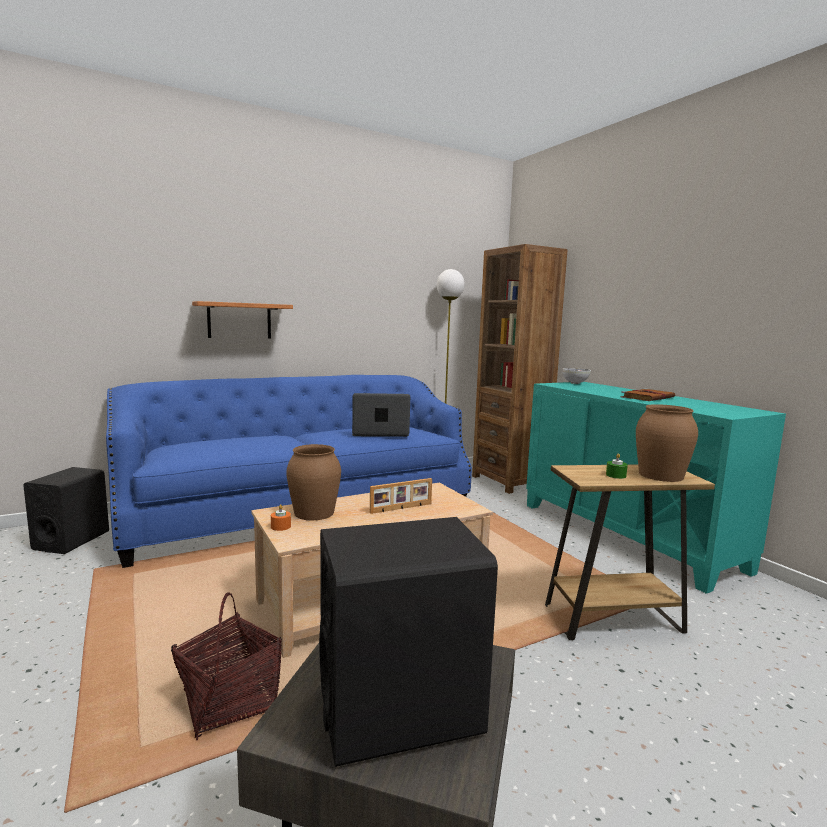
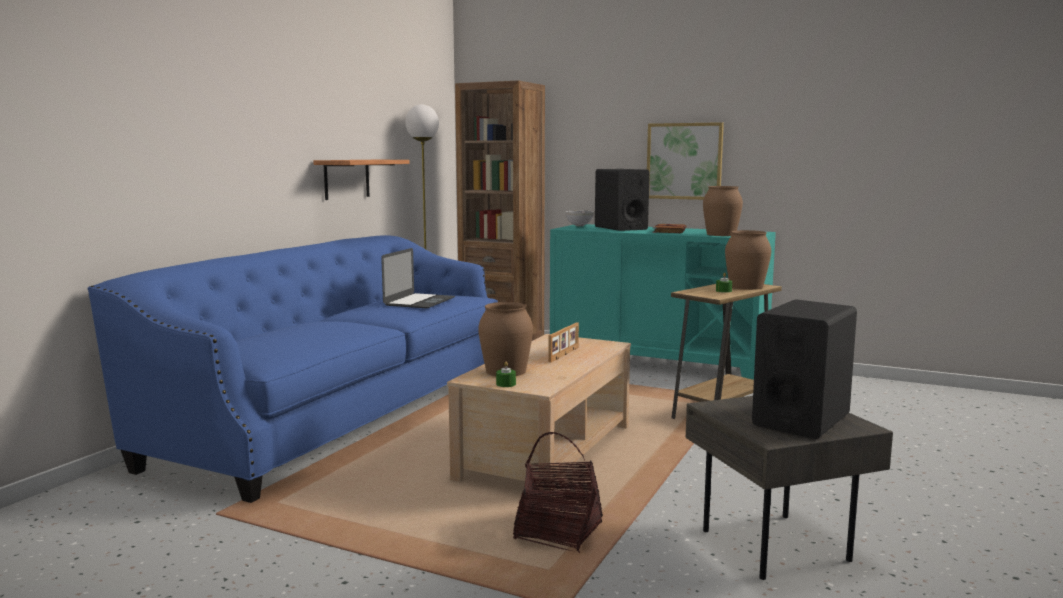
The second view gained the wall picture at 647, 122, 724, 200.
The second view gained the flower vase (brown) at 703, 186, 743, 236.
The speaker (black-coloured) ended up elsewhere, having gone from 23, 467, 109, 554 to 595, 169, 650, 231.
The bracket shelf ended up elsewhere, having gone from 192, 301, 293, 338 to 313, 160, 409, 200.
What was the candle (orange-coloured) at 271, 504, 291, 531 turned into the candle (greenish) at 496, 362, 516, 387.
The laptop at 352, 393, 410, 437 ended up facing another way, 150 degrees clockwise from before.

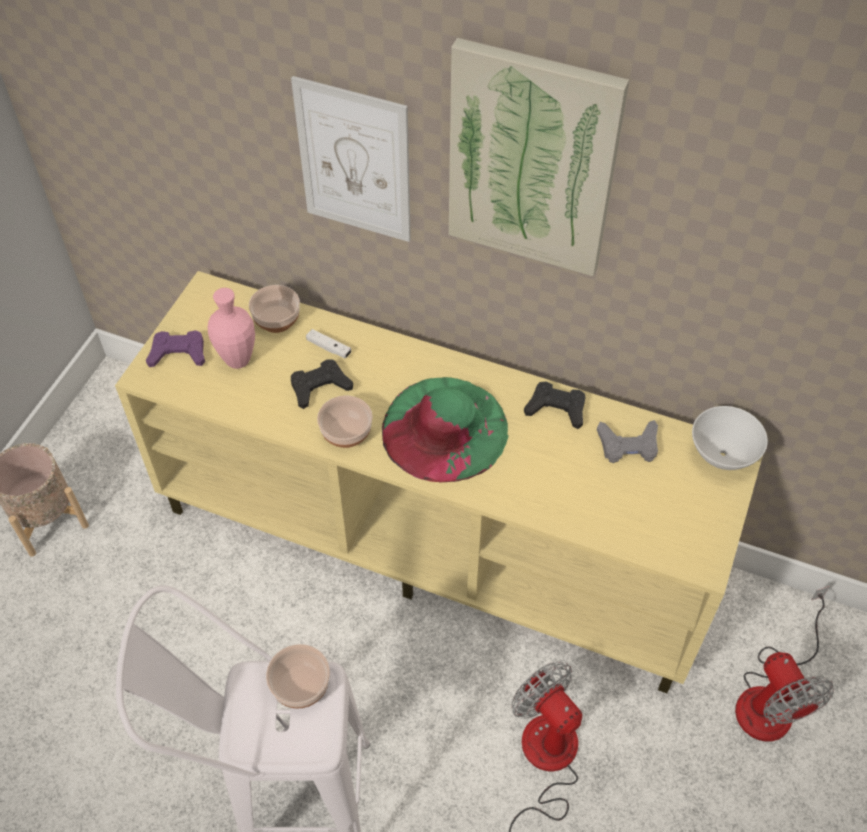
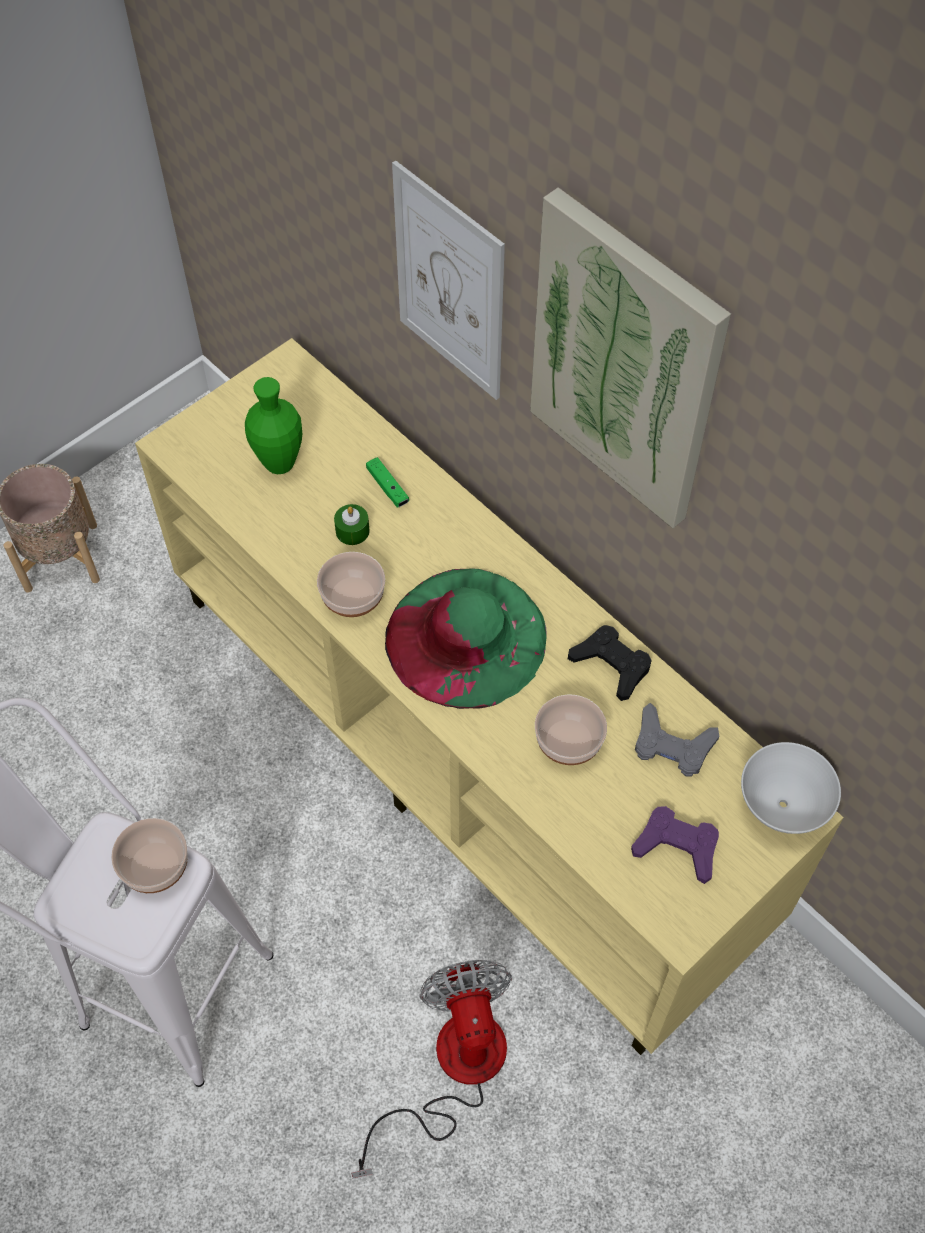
The second view lost the electric fan at 735, 586, 834, 742.
The gamepad (purple-coloured) ended up elsewhere, having gone from 146, 330, 205, 367 to 631, 806, 719, 884.
The serving bowl ended up elsewhere, having gone from 249, 285, 300, 333 to 535, 694, 607, 765.
Where the gamepad (black-coloured) stood at 291, 360, 353, 409, the candle (greenish) came to stand at 334, 504, 370, 545.
What was the flower vase (pink-coloured) at 208, 288, 255, 369 turned into the flower vase (greenish) at 245, 377, 302, 474.
What was the gamepad (white) at 306, 329, 351, 359 turned into the gamepad (greenish) at 366, 457, 409, 507.

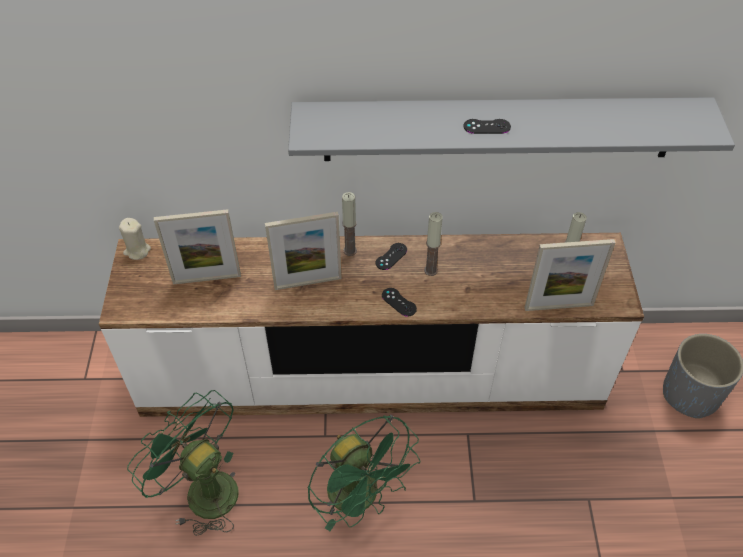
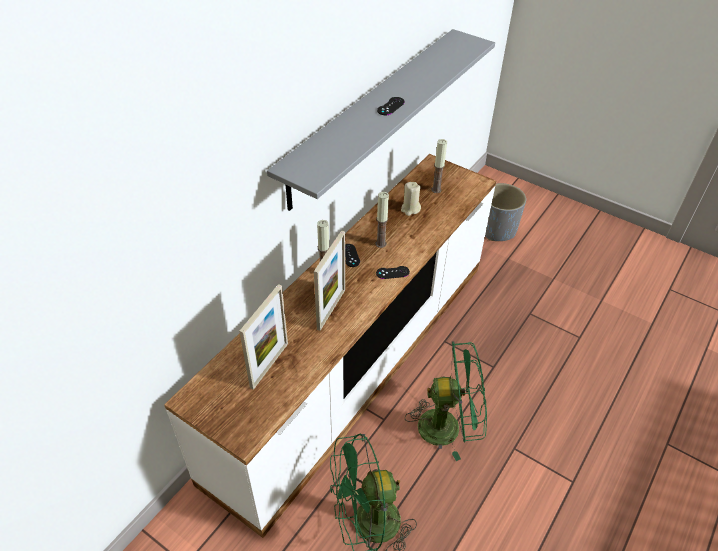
The second view lost the picture frame at 524, 239, 615, 311.
The candle (beige) ended up elsewhere, having gone from 119, 218, 151, 260 to 401, 182, 421, 216.

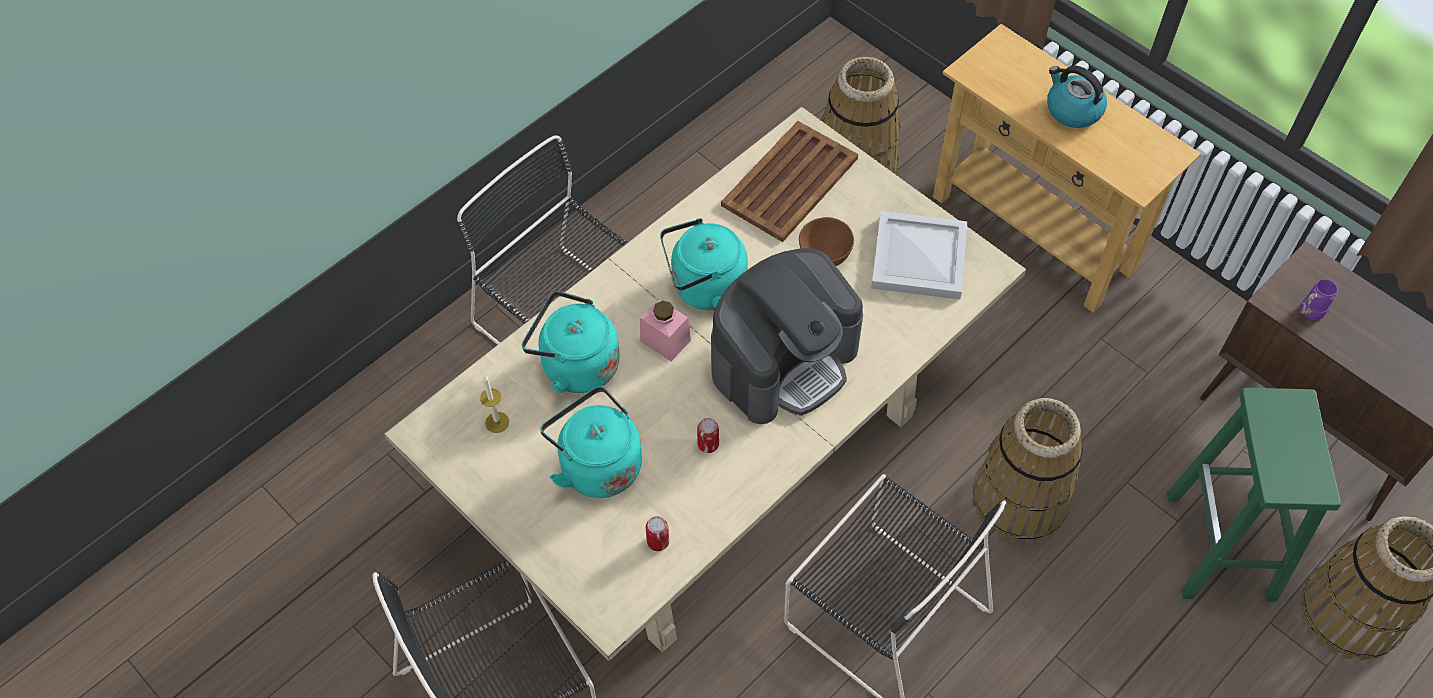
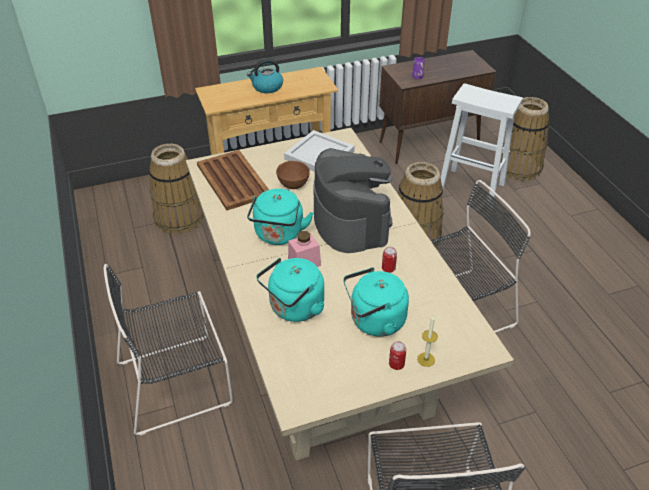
The candle ended up elsewhere, having gone from 480, 375, 509, 433 to 417, 315, 438, 367.
The metal can ended up elsewhere, having gone from 646, 516, 669, 551 to 389, 341, 406, 370.
What was the stool seat (greenish) at 1167, 388, 1341, 602 turned into the stool seat (white) at 441, 83, 523, 208.

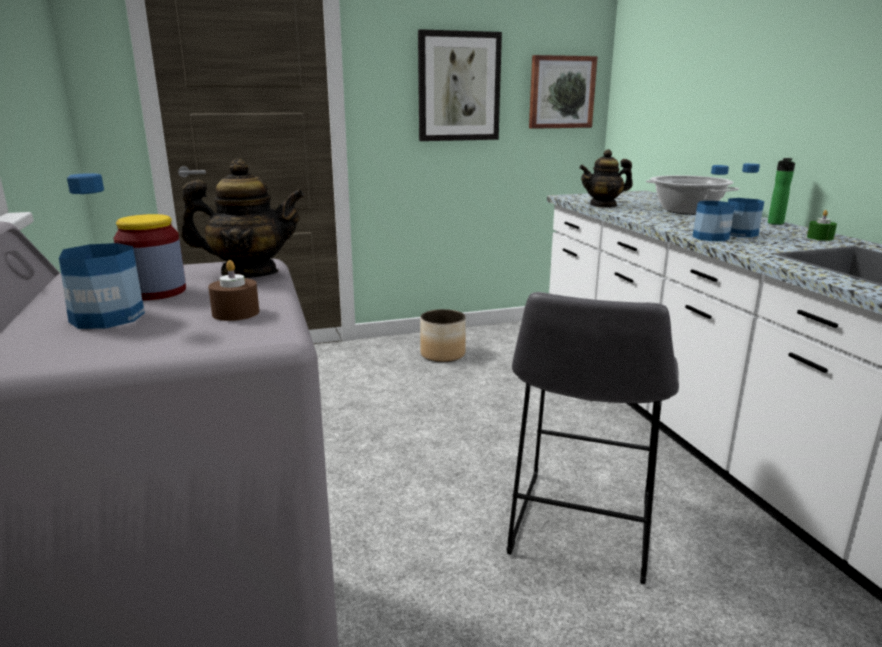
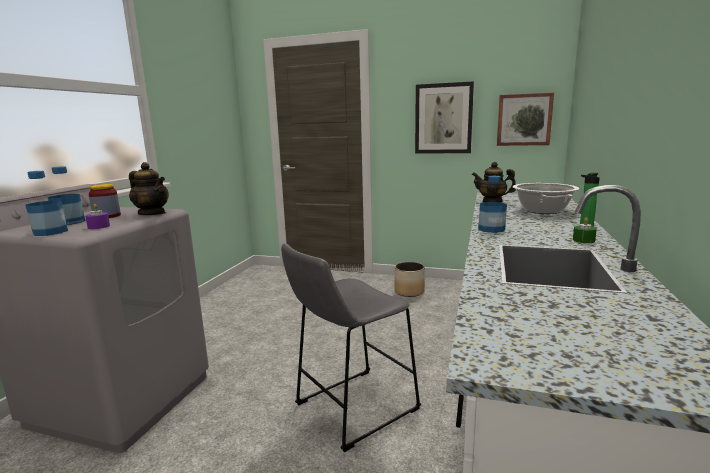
The bottle ended up elsewhere, having gone from 728, 163, 764, 237 to 25, 171, 68, 236.
What was the candle (brown) at 208, 260, 259, 321 turned into the candle (purple-coloured) at 85, 204, 110, 229.

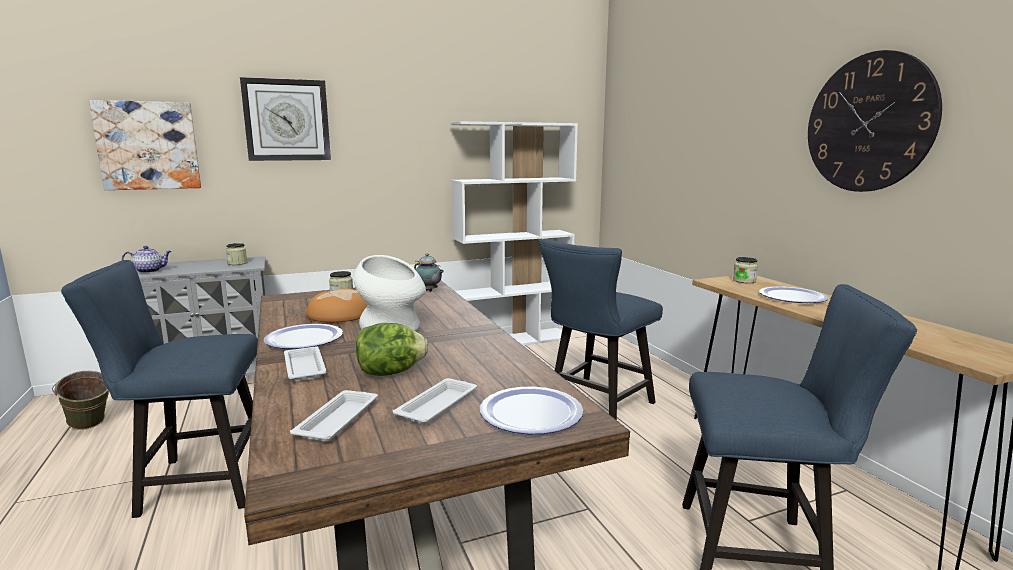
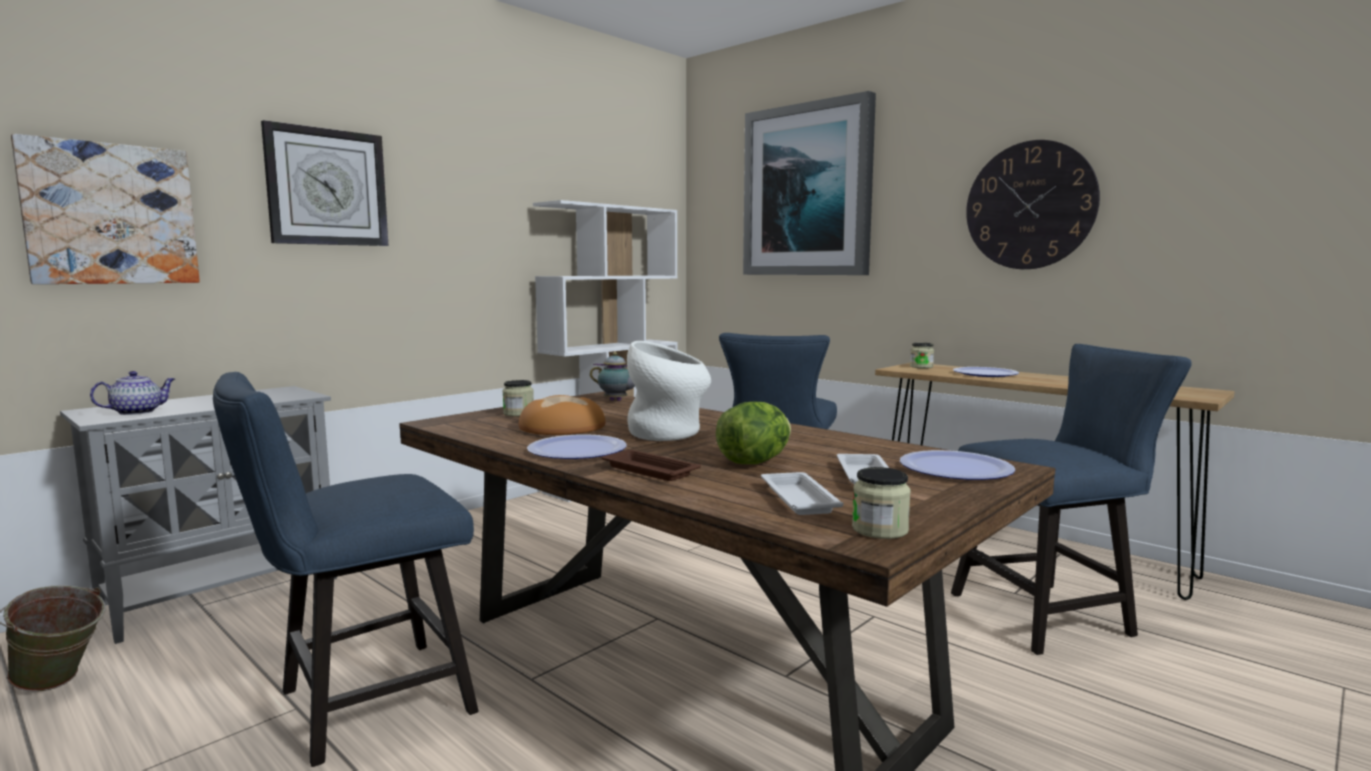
The second view gained the wall picture at 743, 91, 876, 275.
The jar ended up elsewhere, having gone from 226, 243, 247, 265 to 852, 467, 911, 539.
What was the serving tray (white) at 284, 346, 327, 382 turned into the serving tray (brown) at 601, 450, 701, 481.

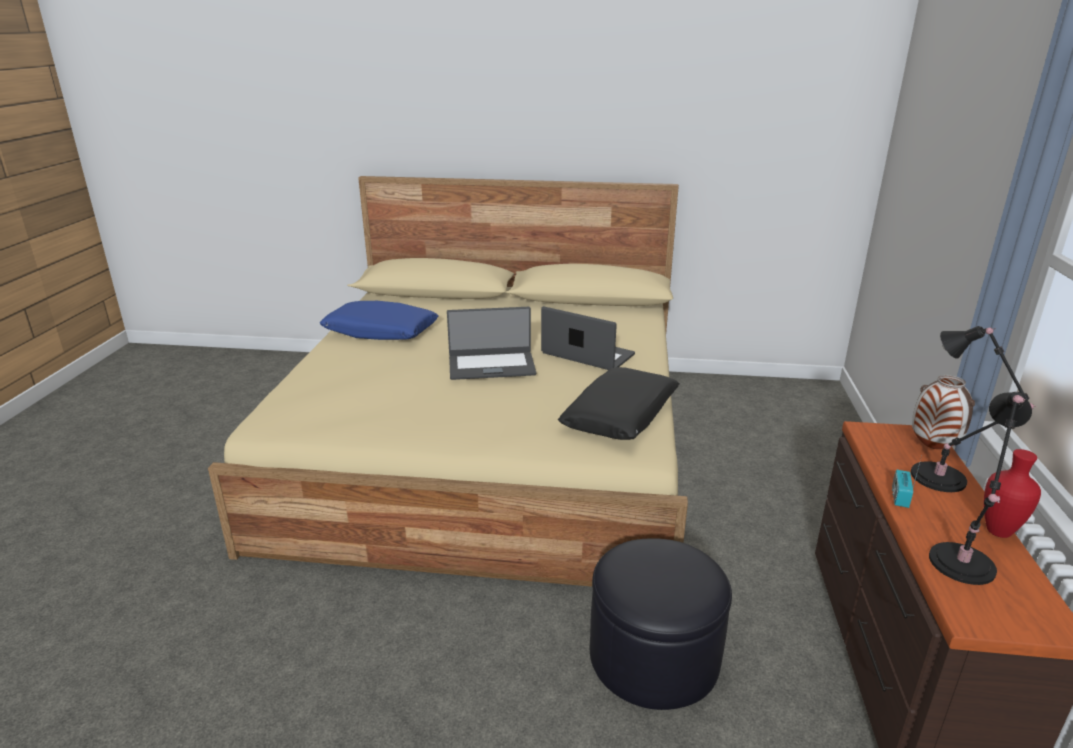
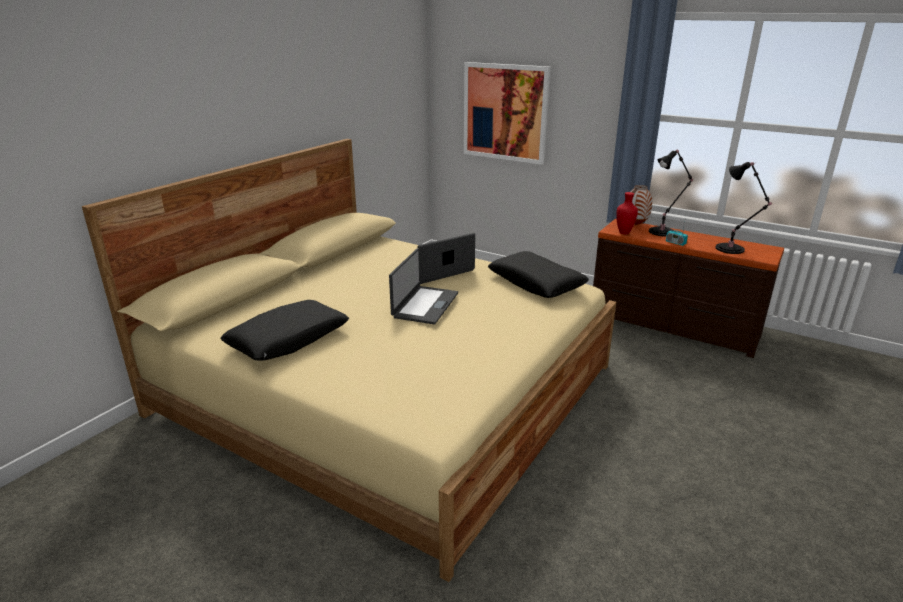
The second view lost the ottoman (black-coloured) at 590, 538, 732, 710.
The second view gained the wall picture at 464, 62, 550, 165.
The flower vase (red) ended up elsewhere, having gone from 984, 449, 1041, 538 to 616, 192, 638, 234.
What was the cushion (blue-coloured) at 320, 301, 439, 340 turned into the cushion (black-coloured) at 220, 300, 349, 361.

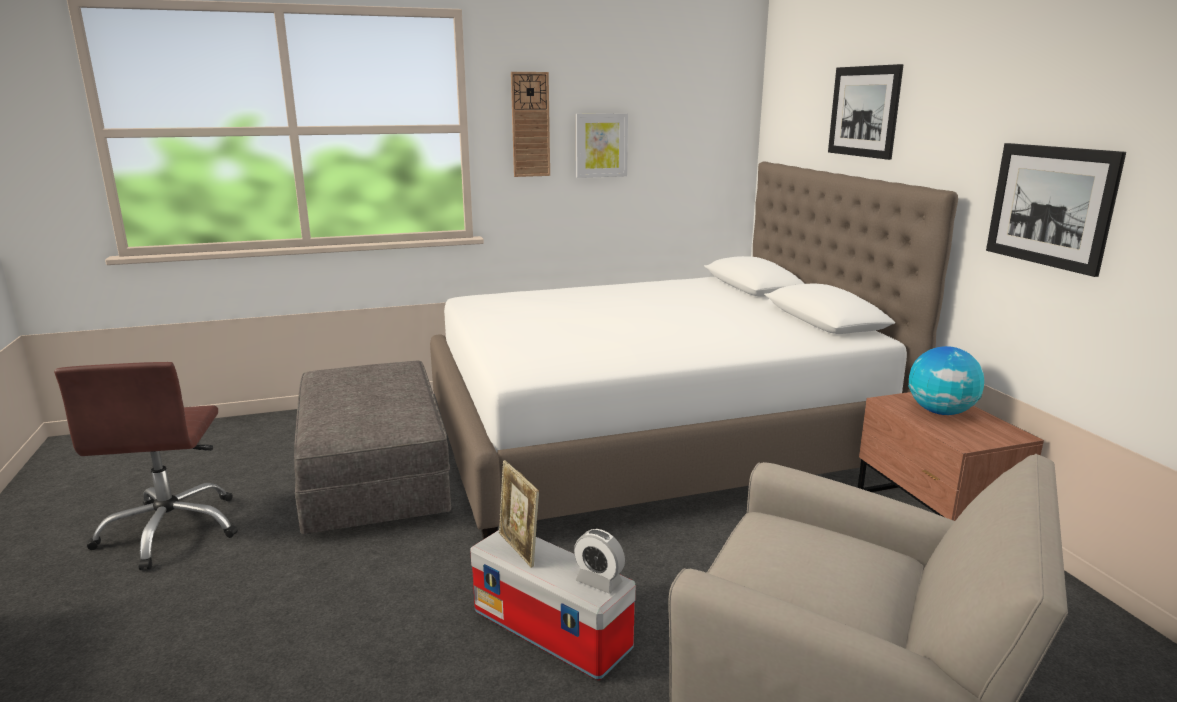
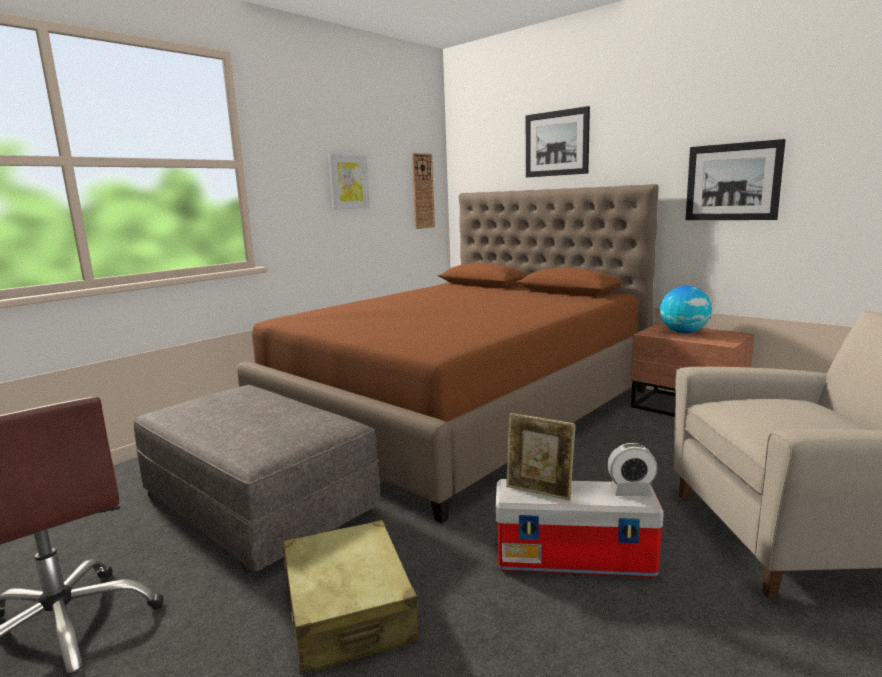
The second view gained the travel case (beige) at 283, 520, 418, 675.
The hanging clock ended up elsewhere, having gone from 511, 72, 550, 177 to 412, 153, 435, 229.
What was the sleeping bed (white) at 430, 161, 958, 539 turned into the sleeping bed (brown) at 237, 184, 659, 523.

